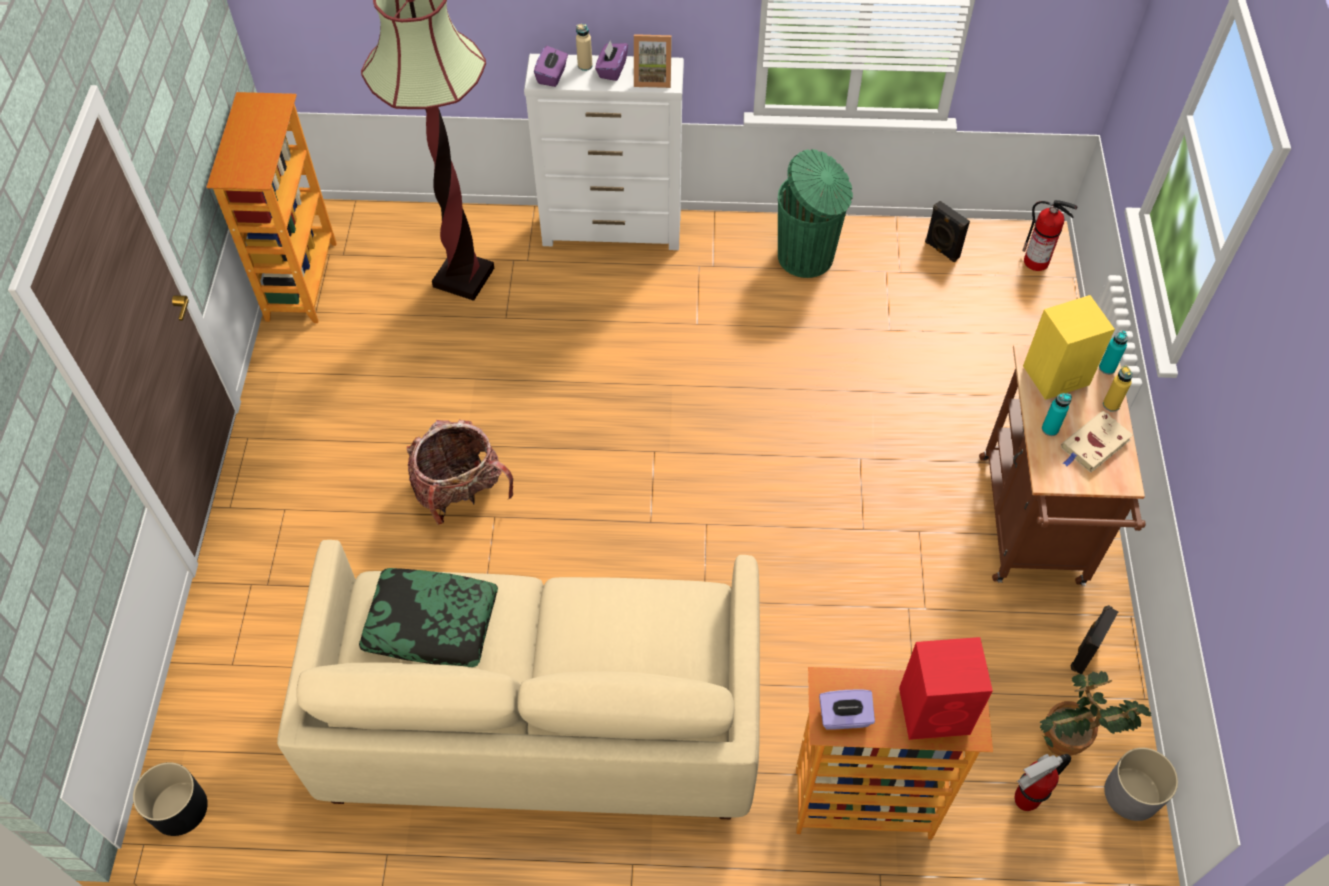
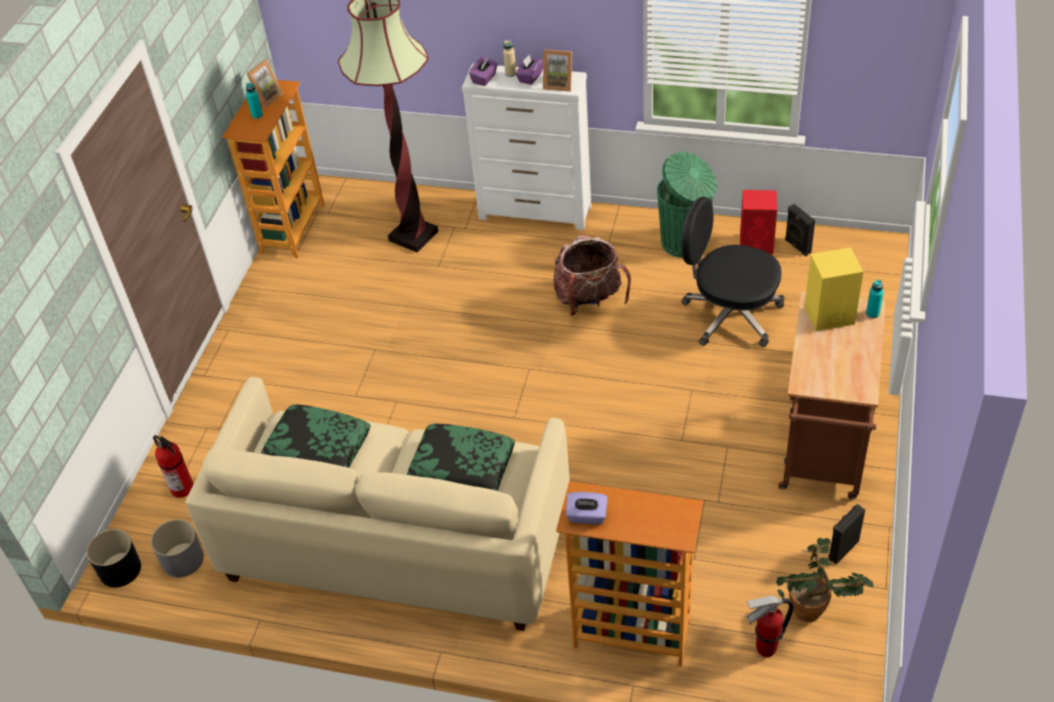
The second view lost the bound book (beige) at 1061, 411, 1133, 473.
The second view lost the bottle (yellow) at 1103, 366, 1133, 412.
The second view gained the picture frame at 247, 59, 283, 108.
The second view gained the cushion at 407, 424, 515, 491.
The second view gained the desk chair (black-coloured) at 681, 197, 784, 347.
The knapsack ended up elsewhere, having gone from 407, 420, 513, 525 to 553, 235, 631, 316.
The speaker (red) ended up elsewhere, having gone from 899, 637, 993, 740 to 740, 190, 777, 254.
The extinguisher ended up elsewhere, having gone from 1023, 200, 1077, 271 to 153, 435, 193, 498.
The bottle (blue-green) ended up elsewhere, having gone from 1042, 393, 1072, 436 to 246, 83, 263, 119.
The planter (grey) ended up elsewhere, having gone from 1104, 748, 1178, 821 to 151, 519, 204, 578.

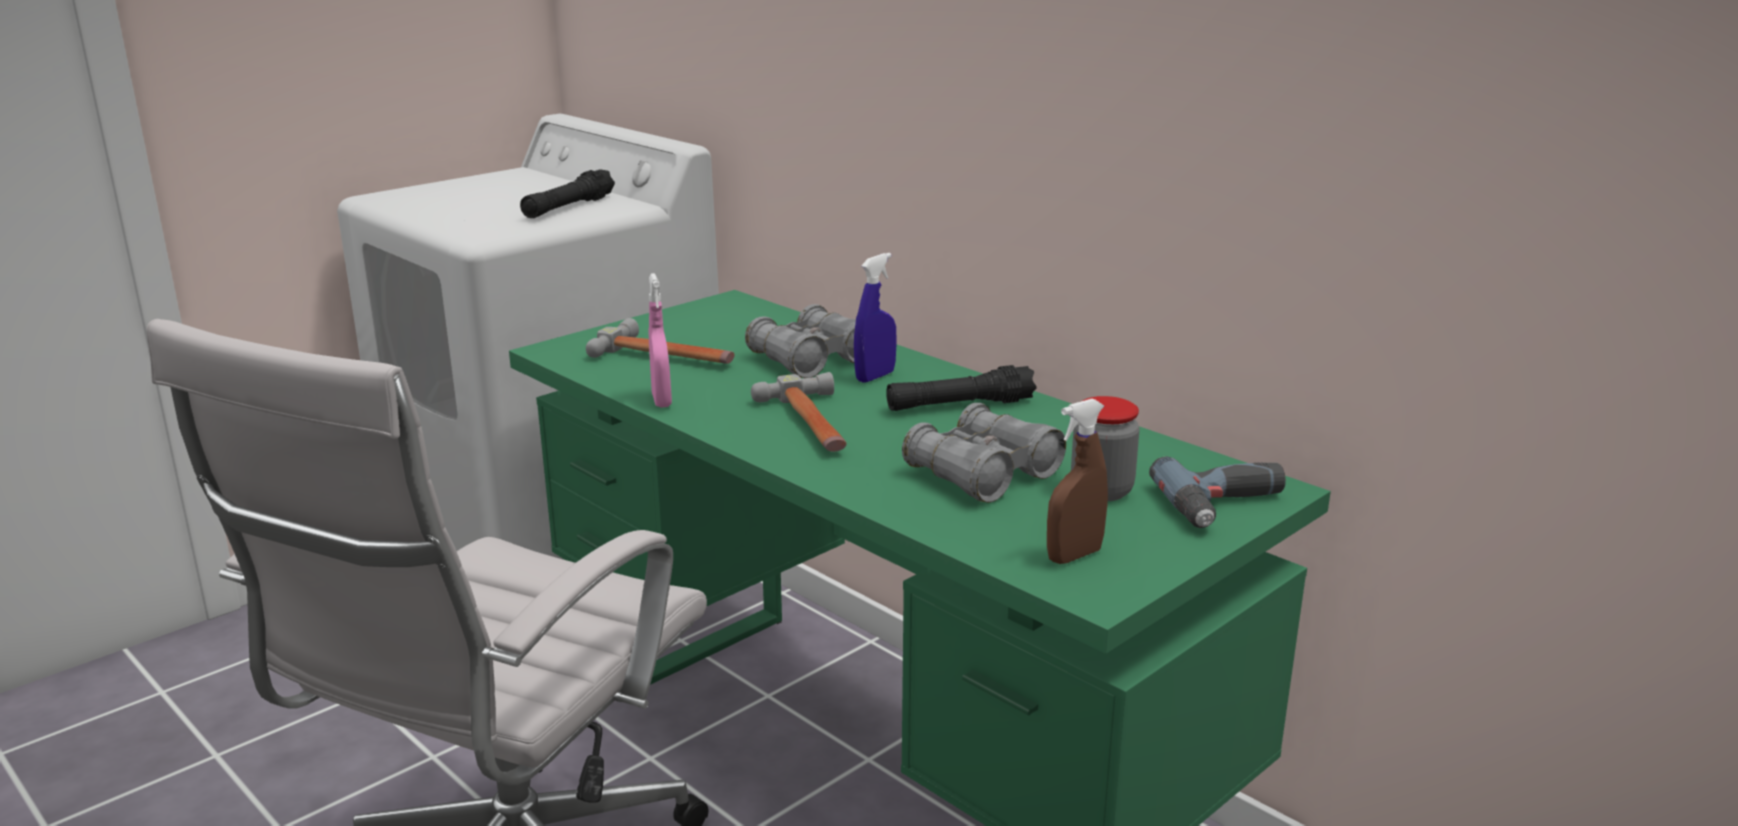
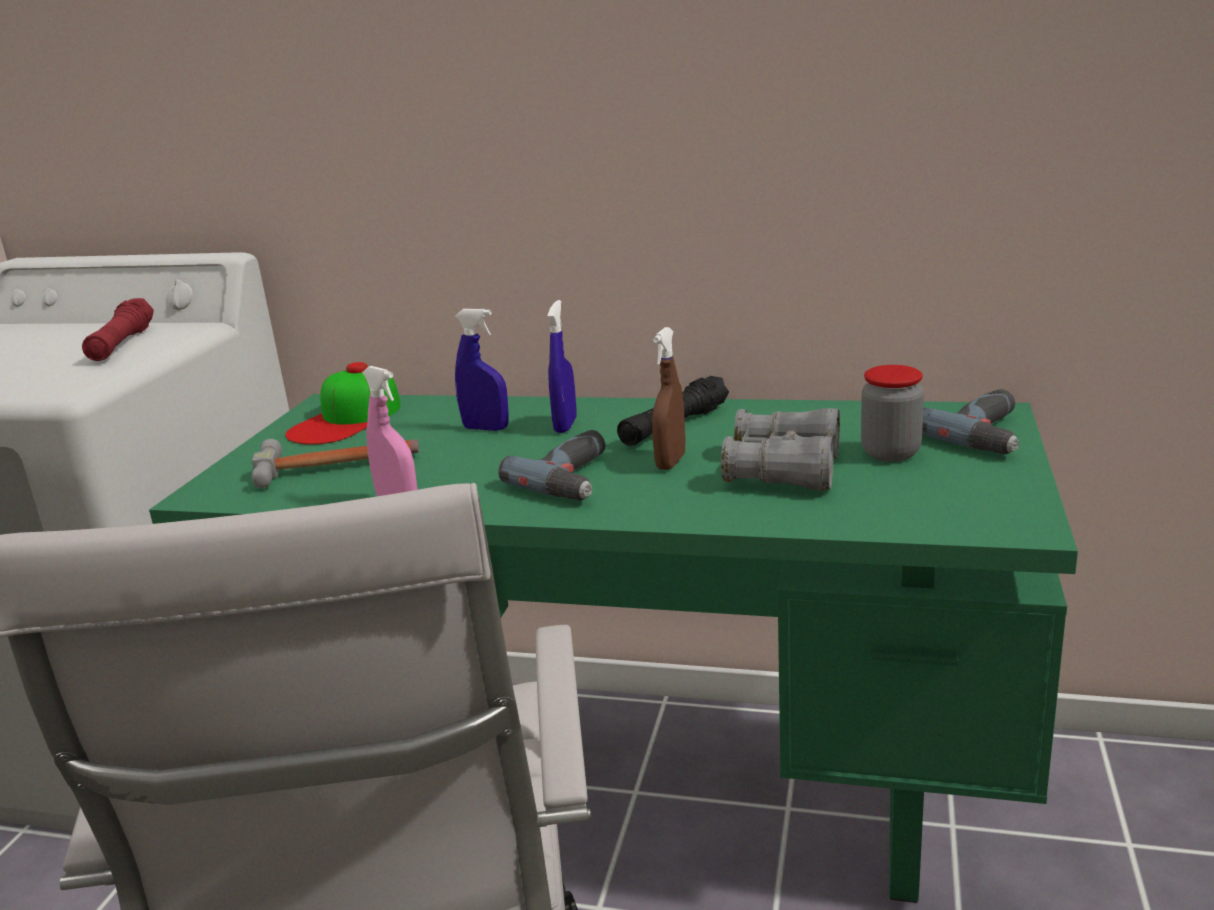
The second view gained the peaked cap at 285, 362, 401, 445.
The hand sprayer (brown) ended up elsewhere, having gone from 1047, 399, 1108, 564 to 652, 327, 685, 470.
Where the binoculars (grey) stood at 745, 304, 856, 378, the hand sprayer (blue-coloured) came to stand at 455, 309, 508, 431.
Where the hammer stood at 751, 372, 846, 452, the drill came to stand at 498, 430, 605, 501.
What was the torch (black-coloured) at 520, 170, 615, 218 turned into the torch (red) at 82, 298, 154, 361.

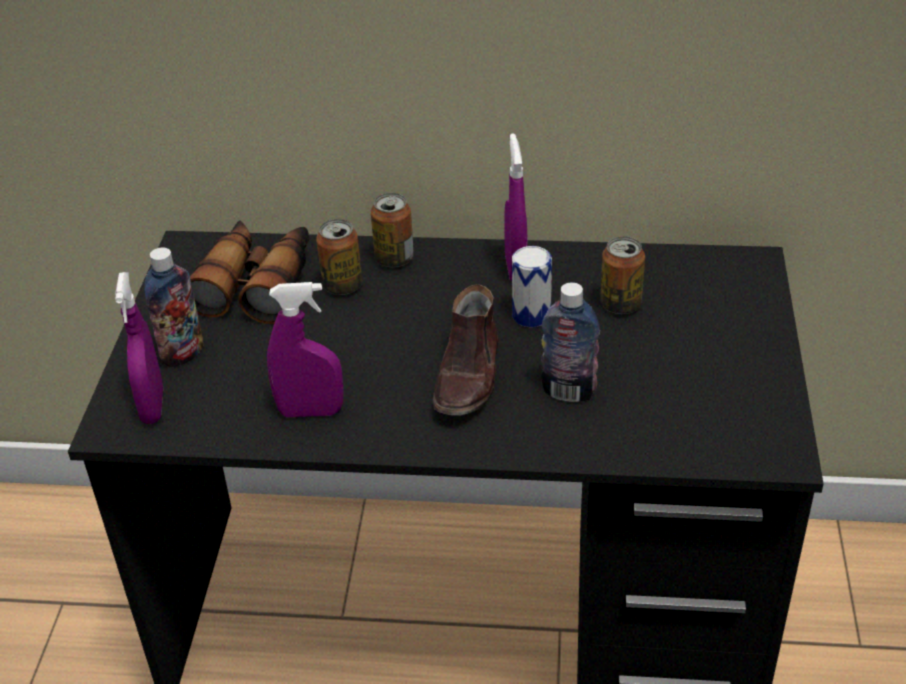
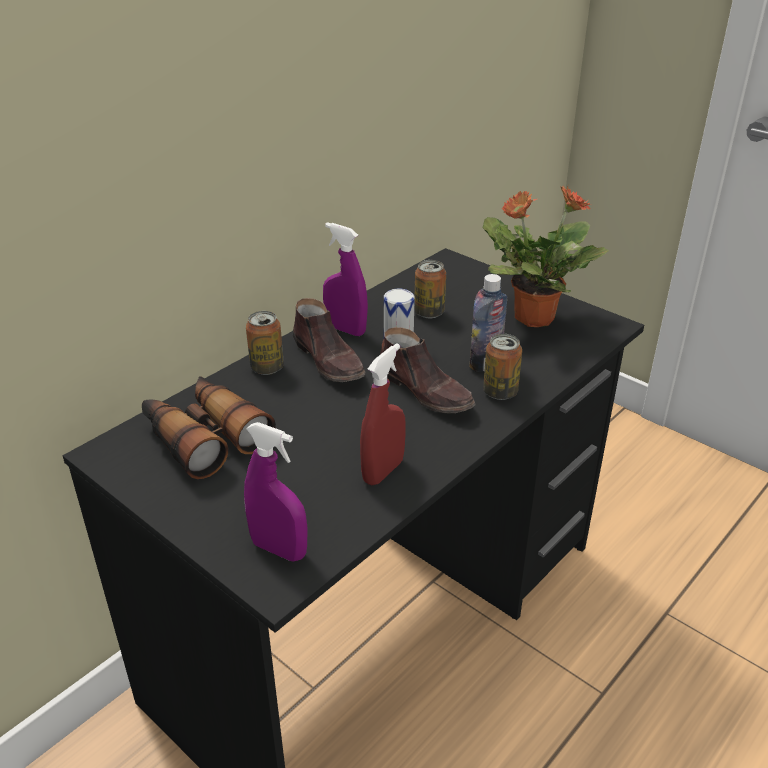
The second view lost the bottle at 144, 248, 204, 368.
The second view gained the shoe (brown) at 293, 298, 366, 382.
The second view gained the houseplant at 483, 186, 609, 327.
The metal can ended up elsewhere, having gone from 316, 219, 363, 295 to 483, 334, 522, 400.
What was the hand sprayer (purple-coloured) at 267, 282, 344, 417 turned into the hand sprayer (red) at 360, 343, 406, 485.

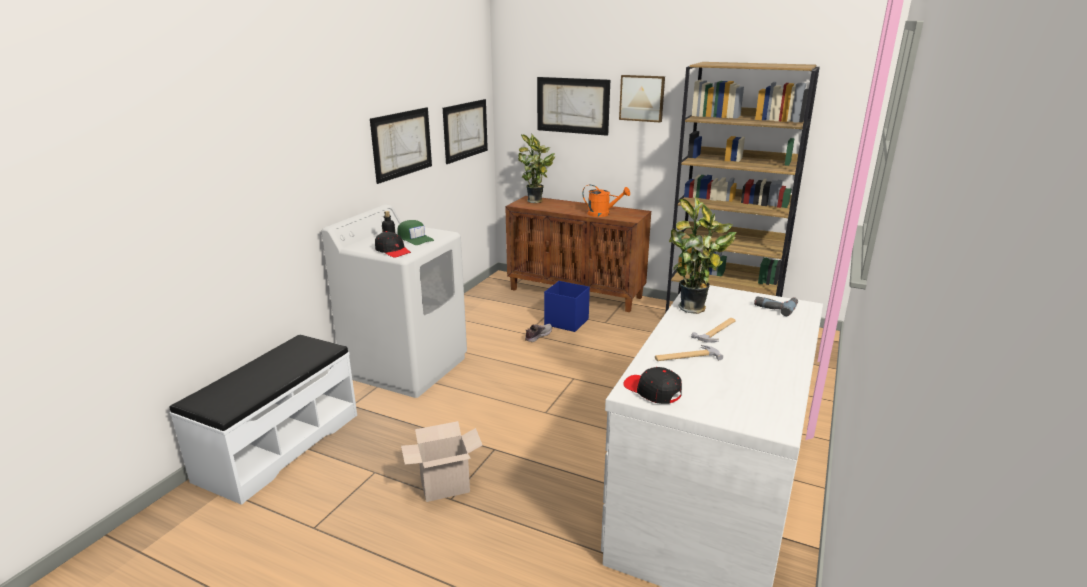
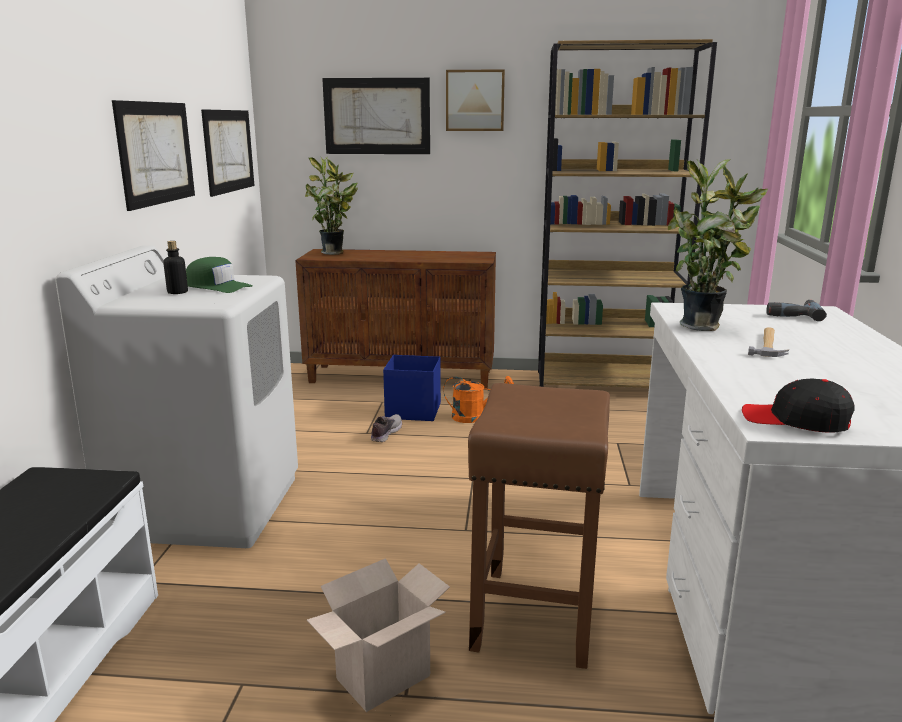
The second view lost the peaked cap (black-coloured) at 375, 231, 411, 258.
The second view lost the hammer at 655, 345, 723, 361.
The second view gained the stool seat (brown) at 468, 383, 610, 669.
The watering pot (orange-coloured) ended up elsewhere, having gone from 582, 184, 630, 217 to 443, 376, 514, 423.

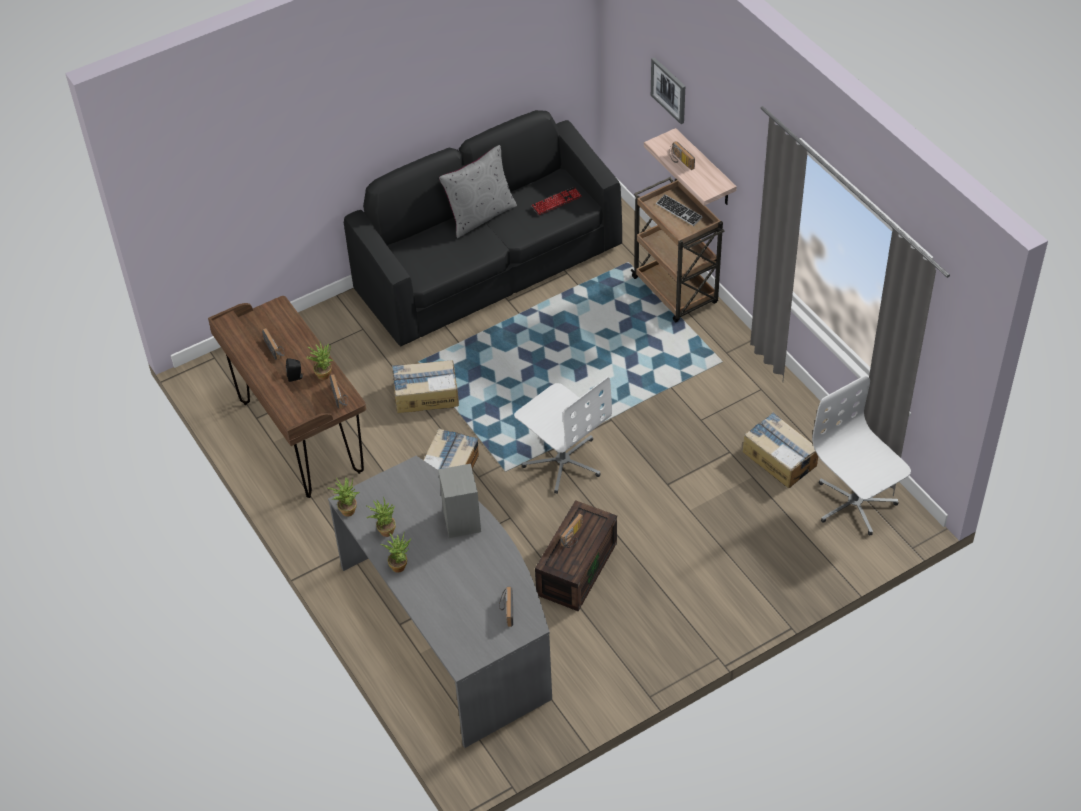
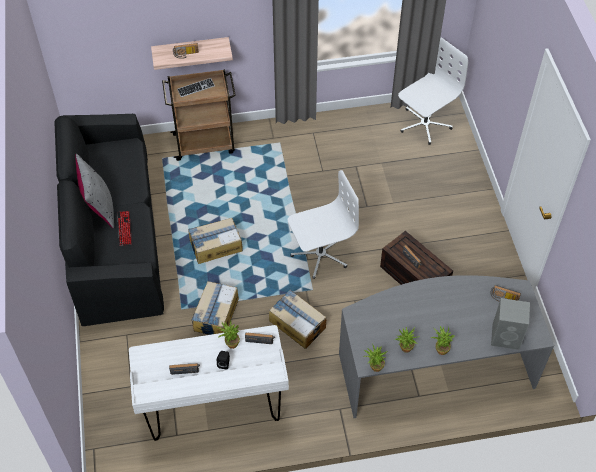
The second view lost the wall picture at 651, 57, 685, 124.
The speaker (grey) ended up elsewhere, having gone from 438, 464, 481, 538 to 491, 298, 530, 350.
The PC keyboard ended up elsewhere, having gone from 531, 187, 582, 215 to 117, 211, 132, 245.
The carton ended up elsewhere, having gone from 742, 412, 818, 488 to 188, 218, 243, 264.
What was the desk unit (brown) at 208, 296, 366, 498 turned into the desk unit (white) at 129, 325, 289, 441.
The desk chair (white) at 812, 375, 911, 536 ended up facing another way, 150 degrees clockwise from before.

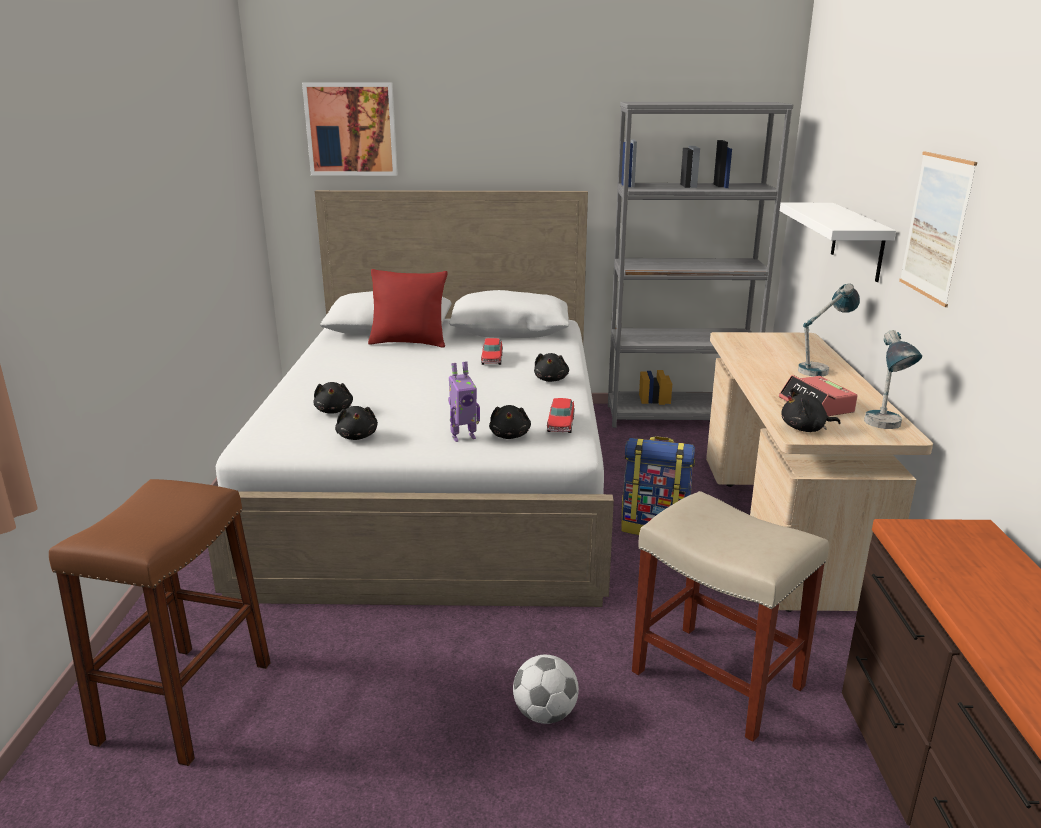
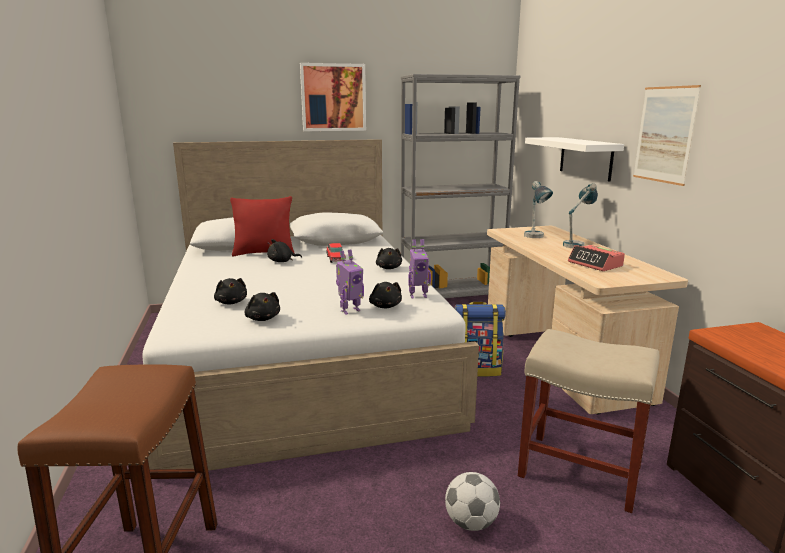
The wall picture ended up elsewhere, having gone from 302, 82, 398, 176 to 300, 63, 366, 131.
The plush toy (black-coloured) ended up elsewhere, having gone from 781, 388, 841, 432 to 267, 239, 302, 262.
The tabletop lamp ended up elsewhere, having gone from 864, 330, 922, 429 to 524, 181, 553, 238.
Where the miniature car stood at 547, 398, 575, 433, the toy robot came to stand at 408, 239, 431, 298.

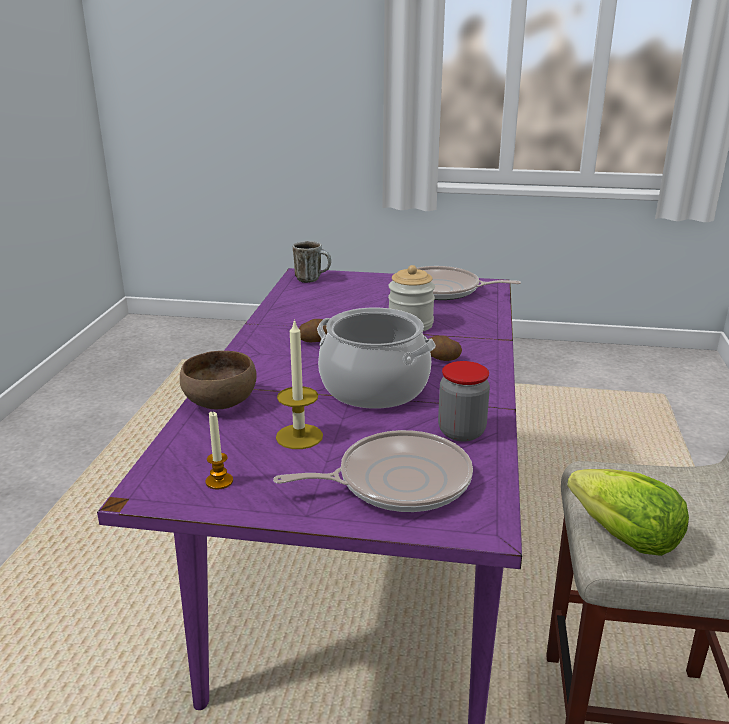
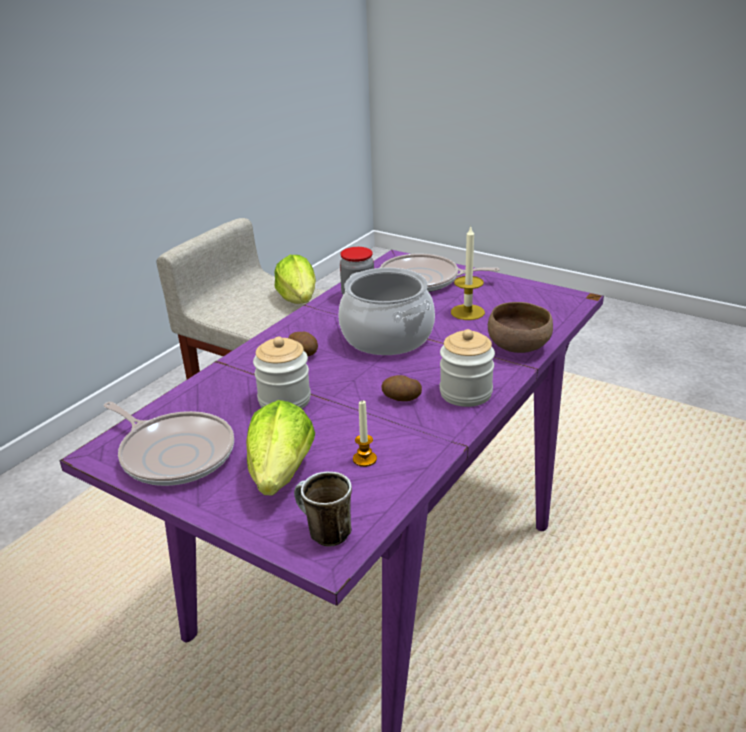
The second view gained the lettuce head at 246, 400, 315, 495.
The second view gained the jar at 440, 329, 495, 407.
The candle ended up elsewhere, having gone from 206, 411, 233, 490 to 353, 401, 377, 467.

